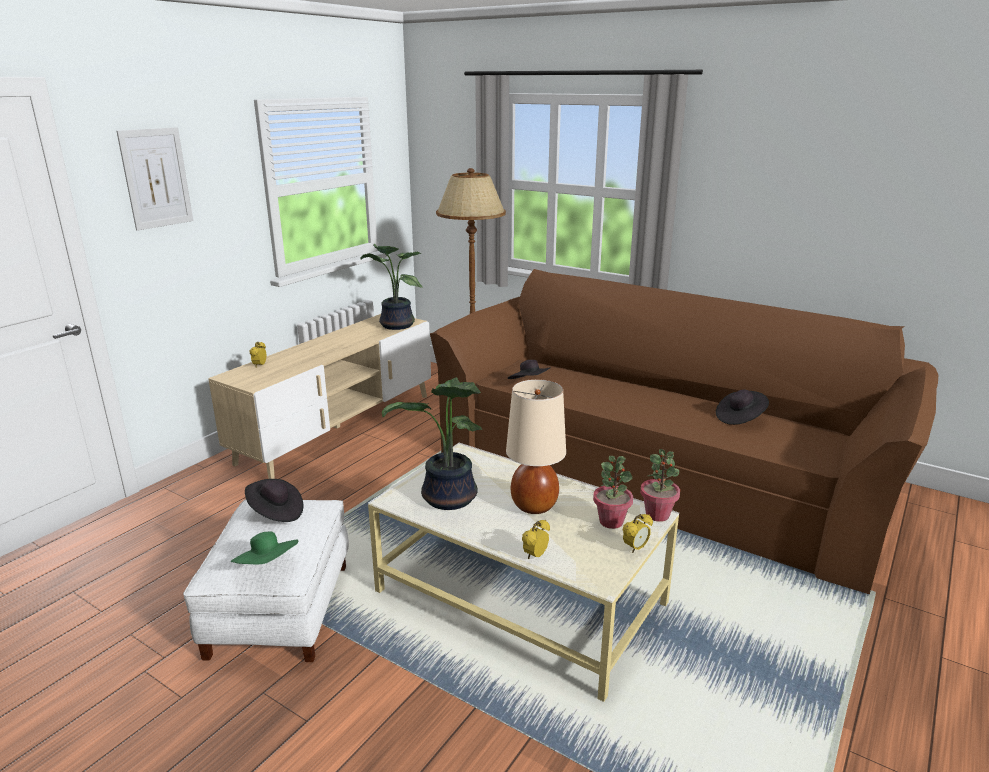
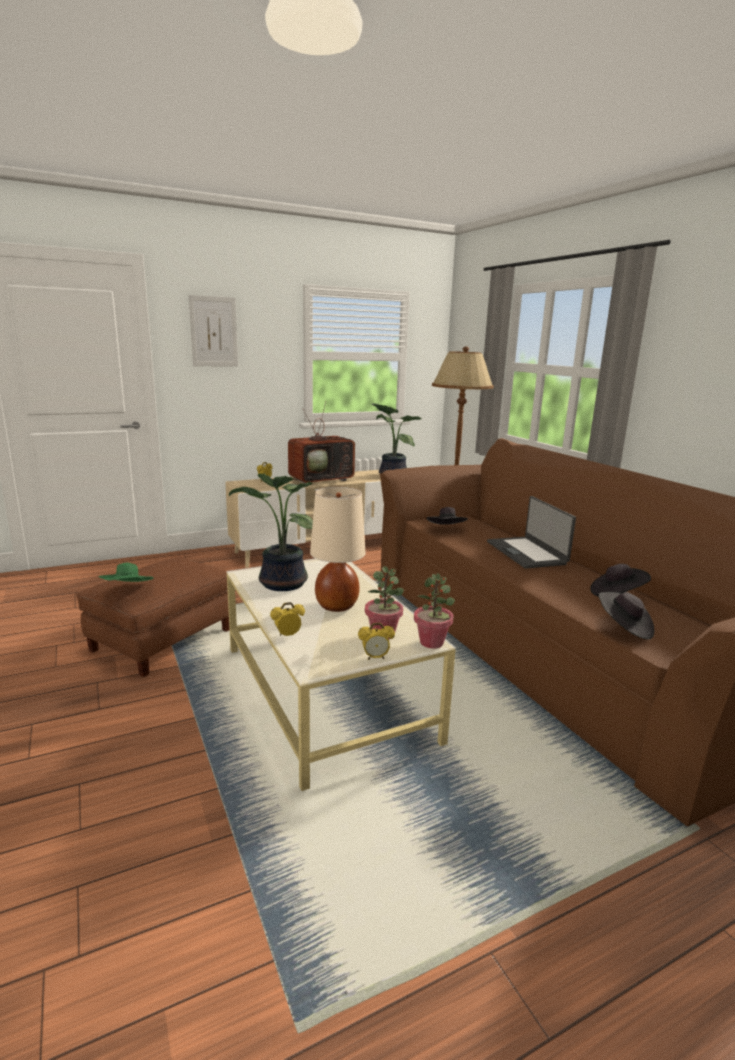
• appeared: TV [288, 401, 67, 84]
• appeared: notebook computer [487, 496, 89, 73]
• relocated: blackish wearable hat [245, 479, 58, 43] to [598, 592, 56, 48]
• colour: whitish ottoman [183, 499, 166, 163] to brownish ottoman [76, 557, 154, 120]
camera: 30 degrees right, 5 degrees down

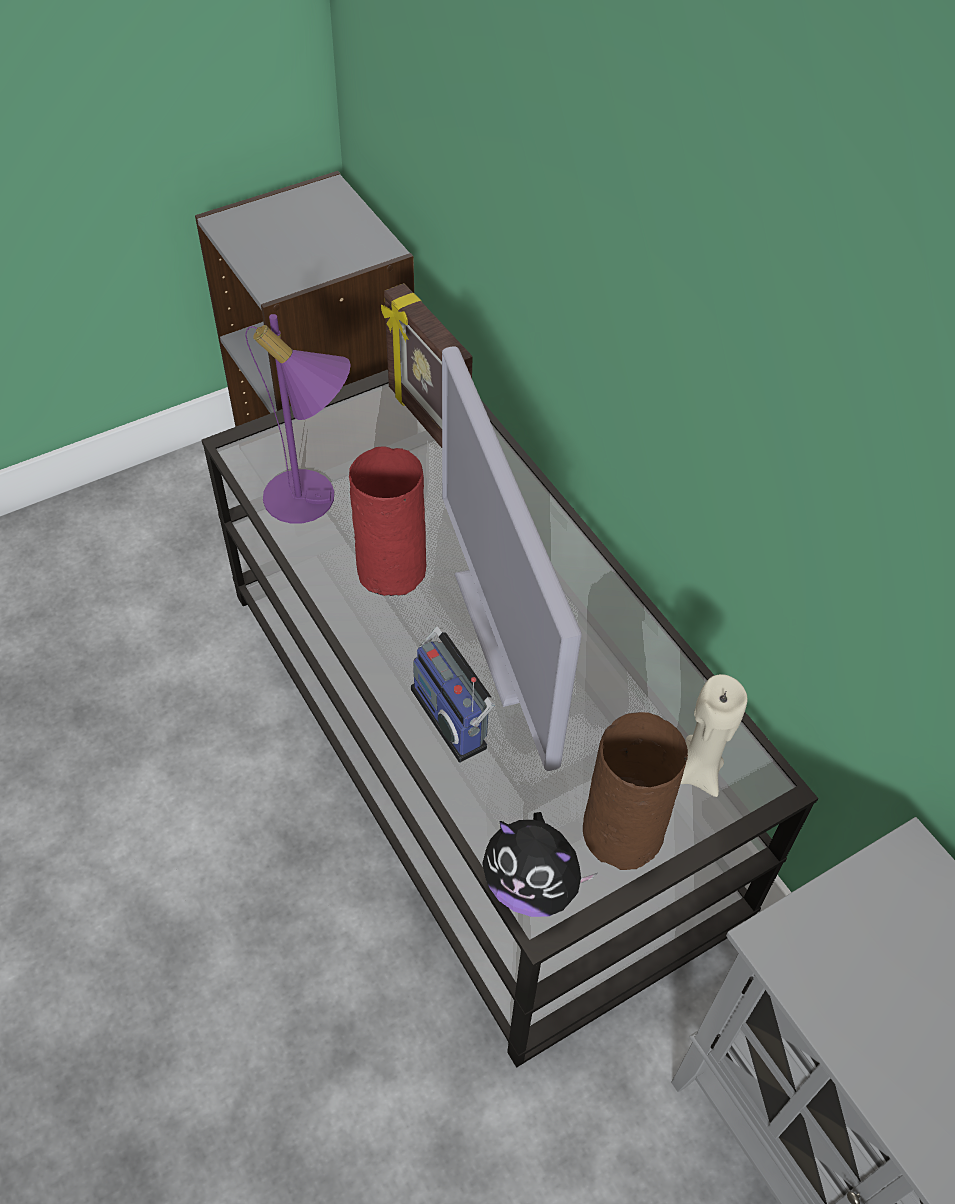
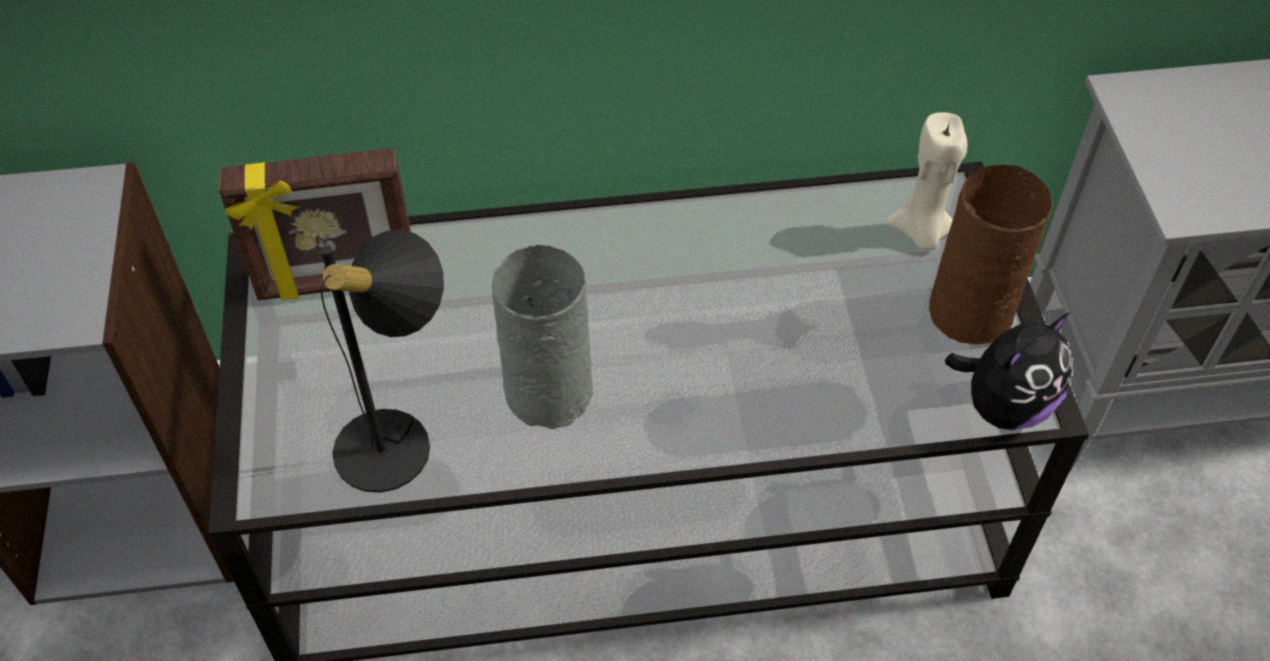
• missing: radio receiver [411, 627, 84, 135]
• missing: TV [442, 346, 140, 425]
• colour: purplish lamp for a table [245, 314, 106, 210] to blackish lamp for a table [321, 230, 123, 263]
• colour: reddish flower vase [349, 447, 78, 149] to greyish flower vase [492, 245, 101, 184]
camera: 65 degrees left, 0 degrees up

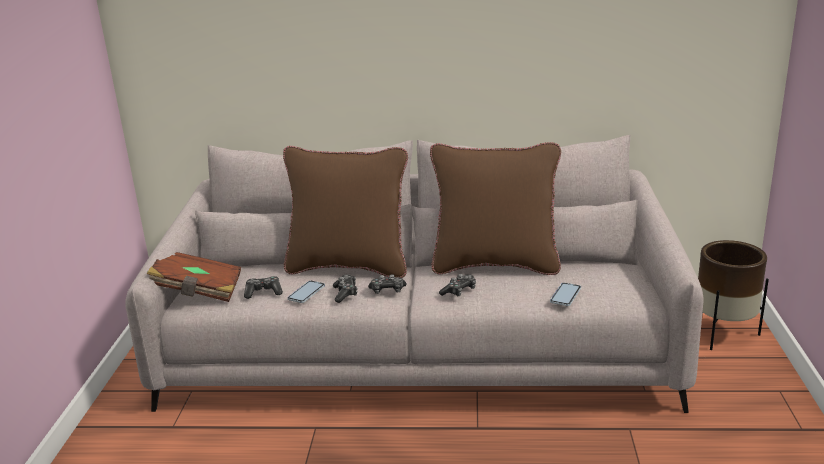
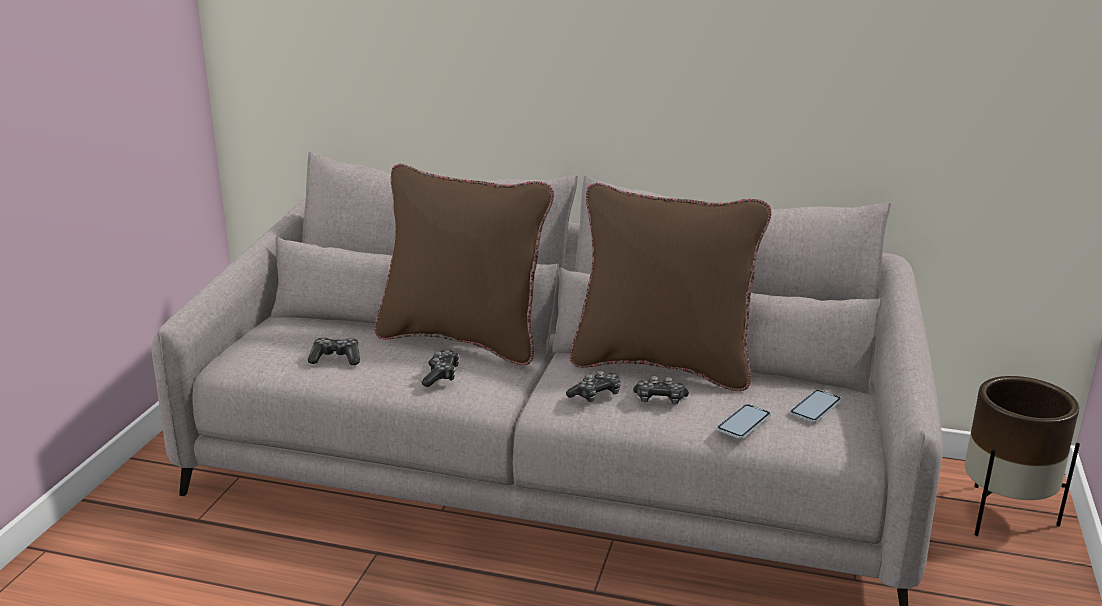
• missing: brownish book [147, 252, 94, 50]
• relocated: telephone [287, 281, 38, 22] to [790, 390, 52, 33]
• relocated: game controller [368, 274, 38, 20] to [633, 376, 56, 29]
camera: 10 degrees right, 0 degrees up

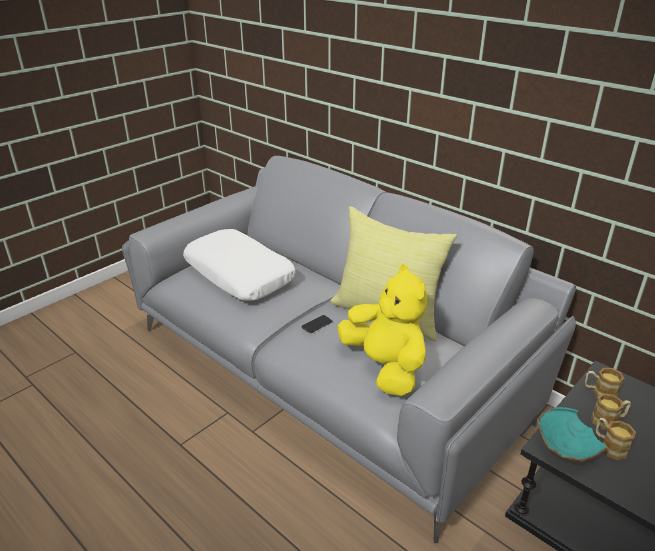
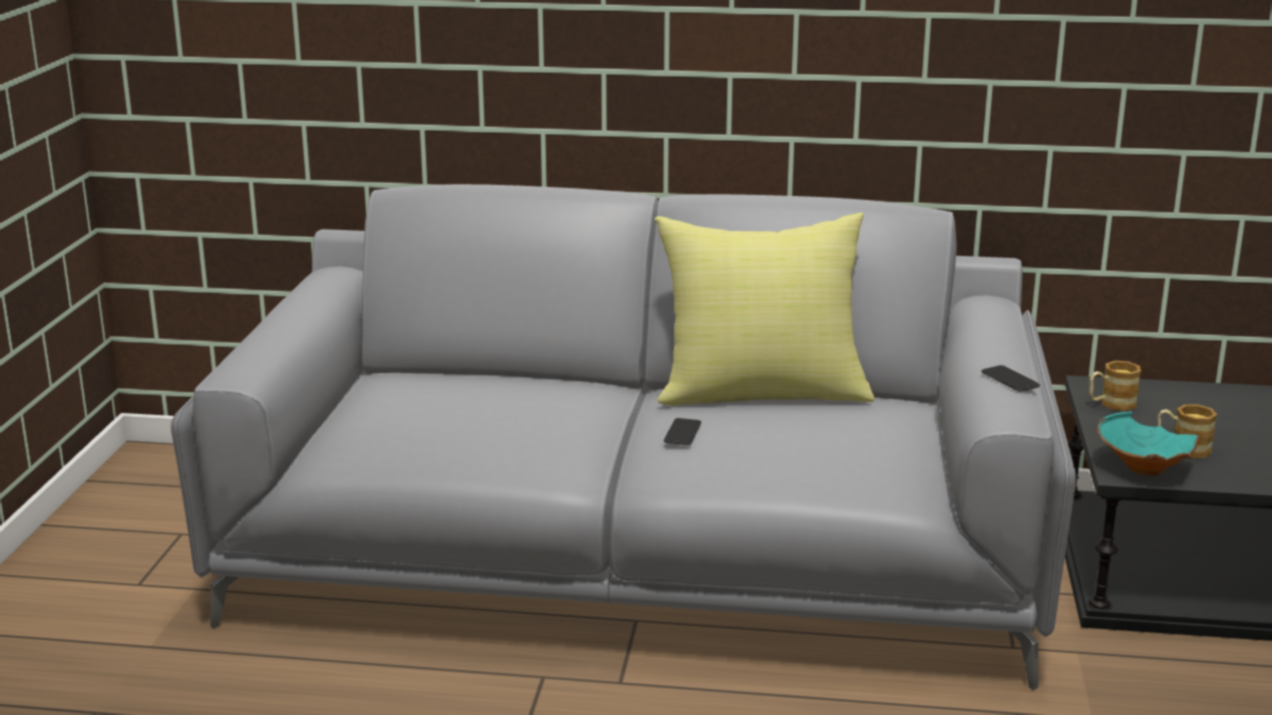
• missing: whitish throw pillow [183, 229, 112, 72]
• missing: yellow cuddly toy [337, 264, 90, 132]
• missing: coffee mug [591, 393, 40, 37]
• appeared: telephone [982, 365, 58, 27]
camera: 35 degrees left, 10 degrees down

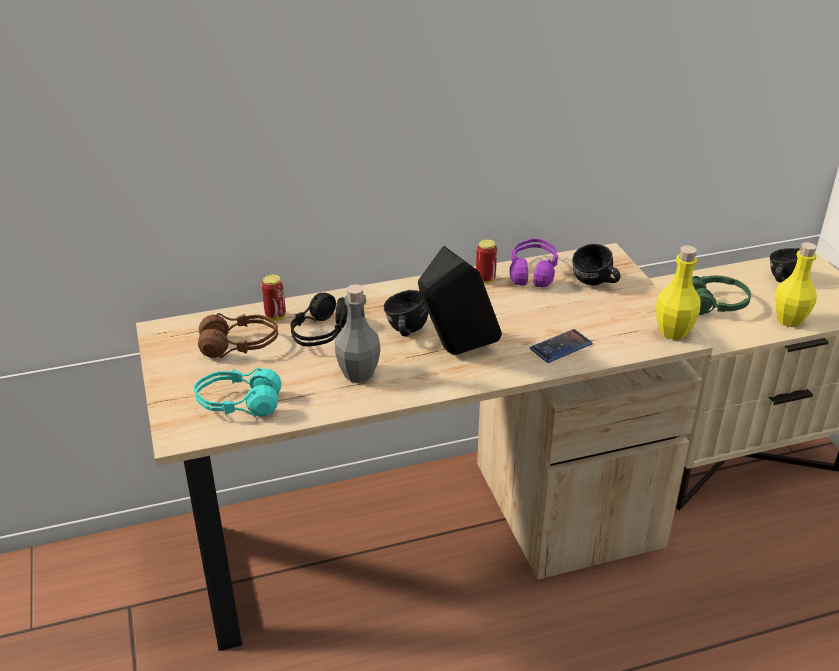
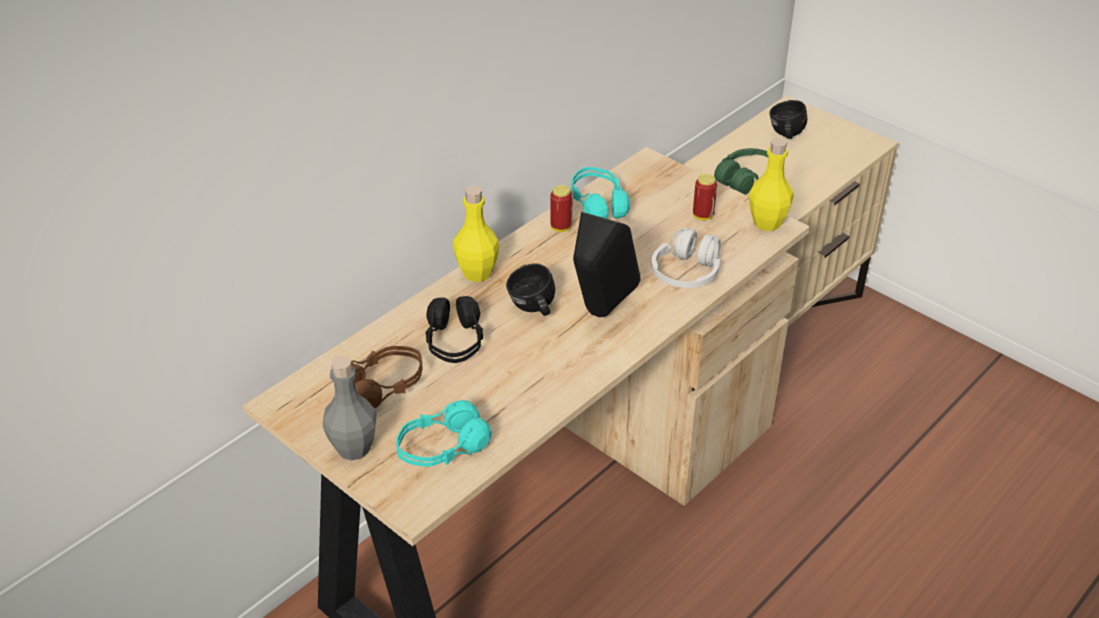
• missing: blackish coffee mug [572, 244, 49, 42]
• relocated: metal can [262, 274, 24, 47] to [693, 174, 24, 46]
• relocated: greyish beverage bottle [335, 284, 46, 99] to [323, 356, 54, 104]
• relocated: yellow beverage bottle [775, 242, 42, 85] to [453, 186, 46, 96]
• exchanged: telephone [530, 329, 62, 34] to whitish headset [651, 228, 70, 60]
• colour: purplish headset [510, 238, 48, 49] to blue-green headset [571, 167, 59, 52]
camera: 30 degrees left, 5 degrees up

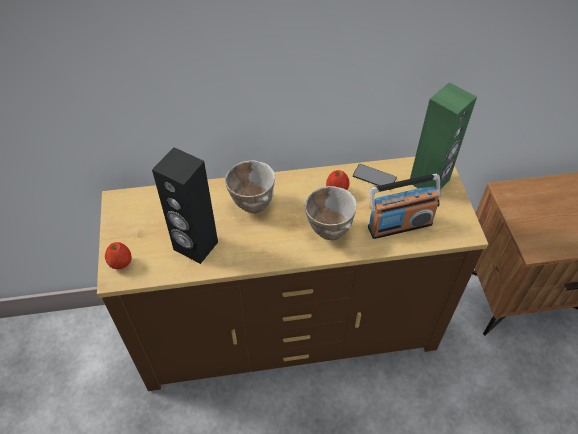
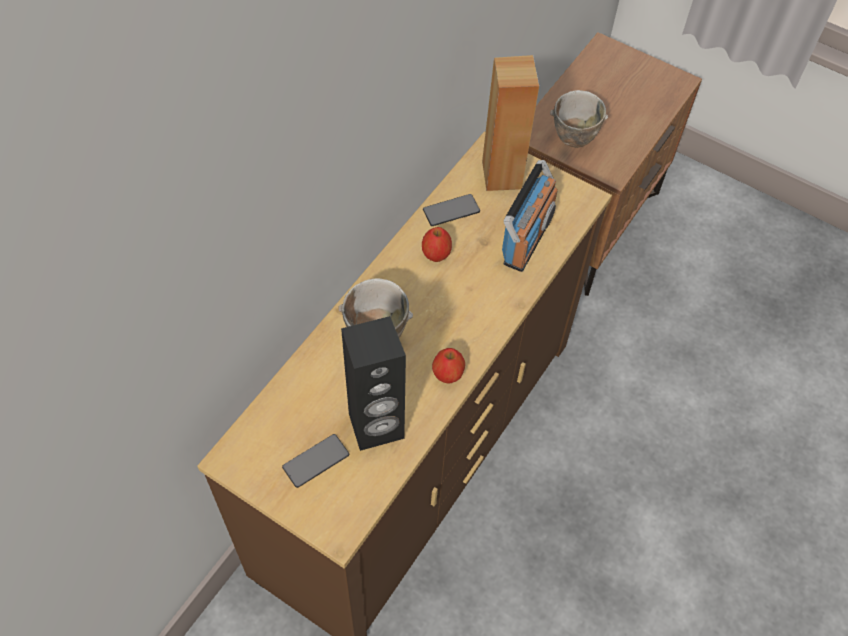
• appeared: telephone [282, 434, 67, 54]
• relocated: apple [105, 242, 27, 27] to [432, 348, 33, 36]
• relocated: serving bowl [305, 186, 52, 54] to [550, 90, 58, 58]
• colour: green loudspeaker [410, 83, 67, 106] to brownish loudspeaker [482, 55, 57, 136]
camera: 50 degrees left, 5 degrees up

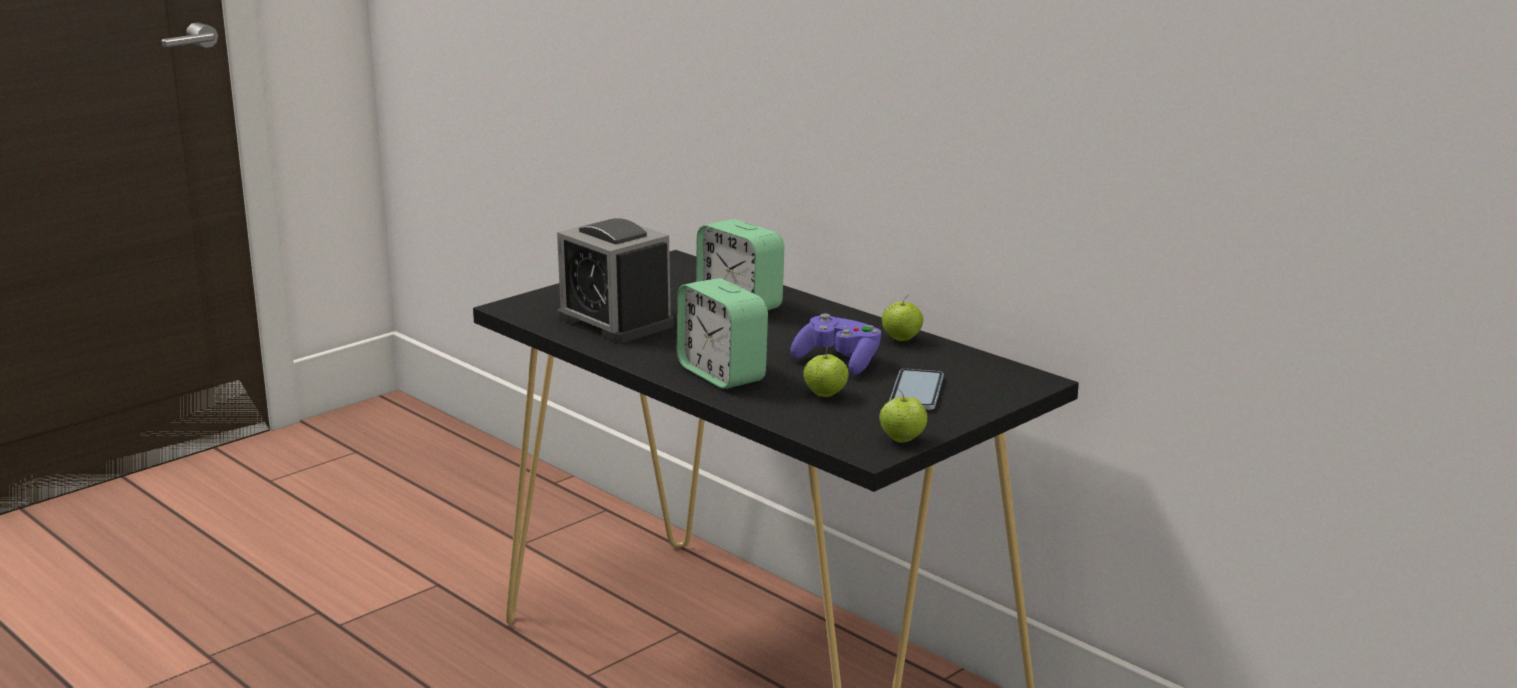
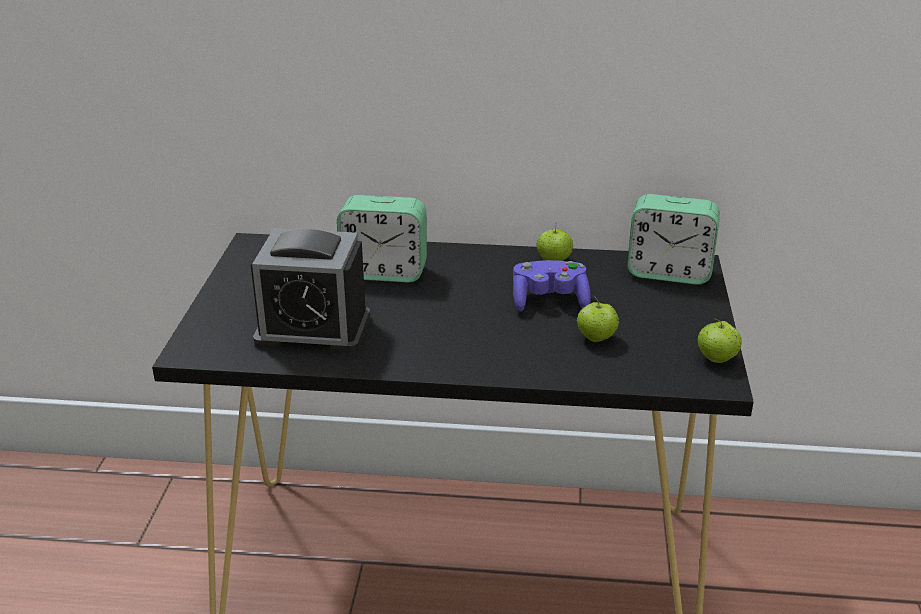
• missing: telephone [889, 369, 55, 41]
• relocated: bedside clock [677, 278, 91, 111] to [627, 194, 93, 91]
camera: 40 degrees left, 10 degrees up

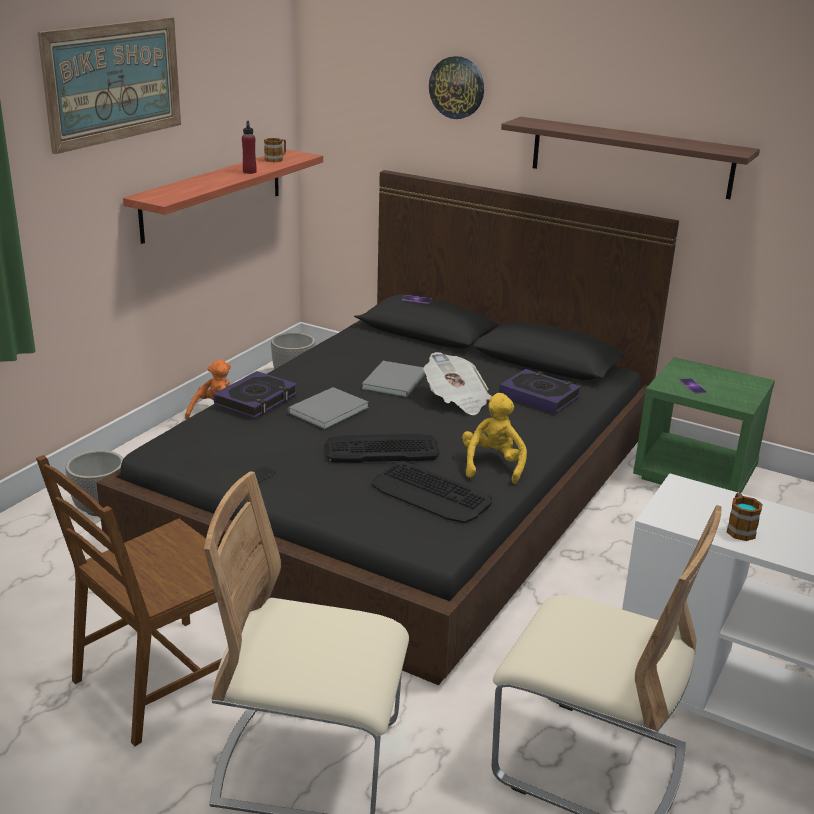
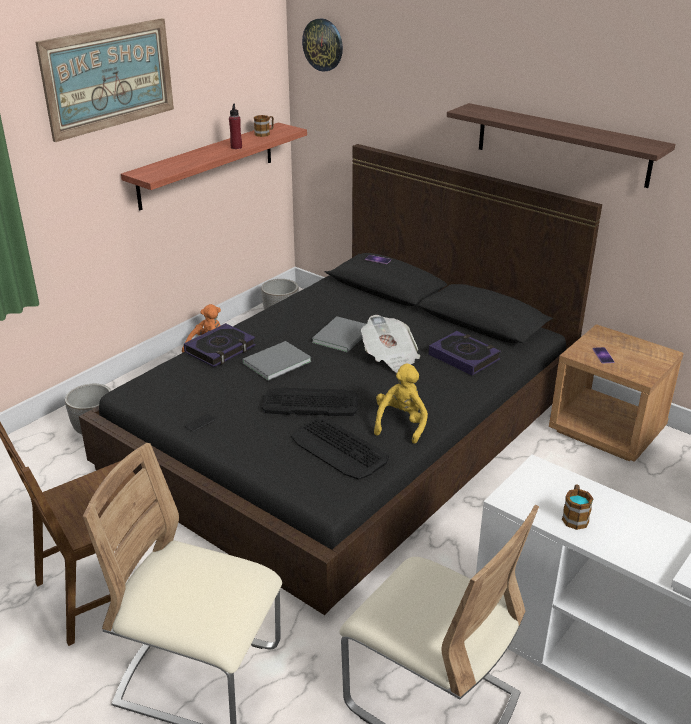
• relocated: wall clock [429, 56, 55, 63] to [302, 18, 41, 54]
• colour: green night table [633, 357, 142, 136] to brownish night table [549, 324, 135, 138]
camera: 10 degrees right, 5 degrees up

